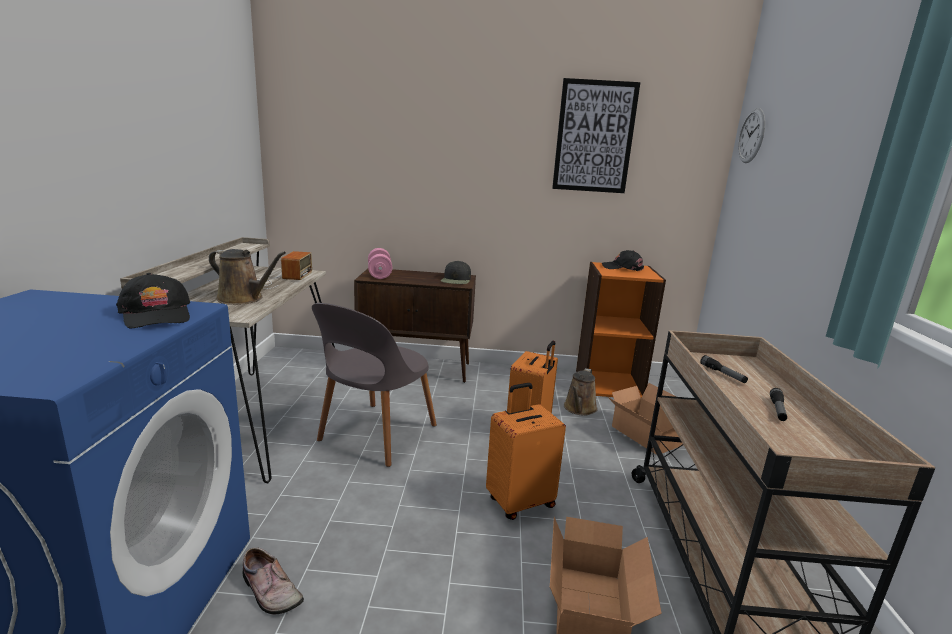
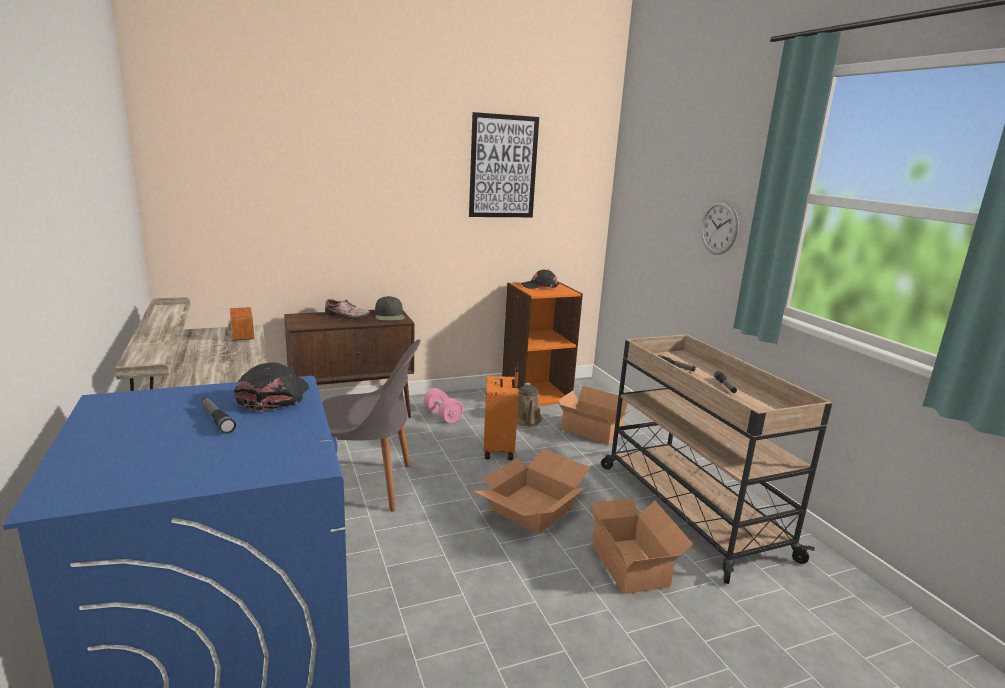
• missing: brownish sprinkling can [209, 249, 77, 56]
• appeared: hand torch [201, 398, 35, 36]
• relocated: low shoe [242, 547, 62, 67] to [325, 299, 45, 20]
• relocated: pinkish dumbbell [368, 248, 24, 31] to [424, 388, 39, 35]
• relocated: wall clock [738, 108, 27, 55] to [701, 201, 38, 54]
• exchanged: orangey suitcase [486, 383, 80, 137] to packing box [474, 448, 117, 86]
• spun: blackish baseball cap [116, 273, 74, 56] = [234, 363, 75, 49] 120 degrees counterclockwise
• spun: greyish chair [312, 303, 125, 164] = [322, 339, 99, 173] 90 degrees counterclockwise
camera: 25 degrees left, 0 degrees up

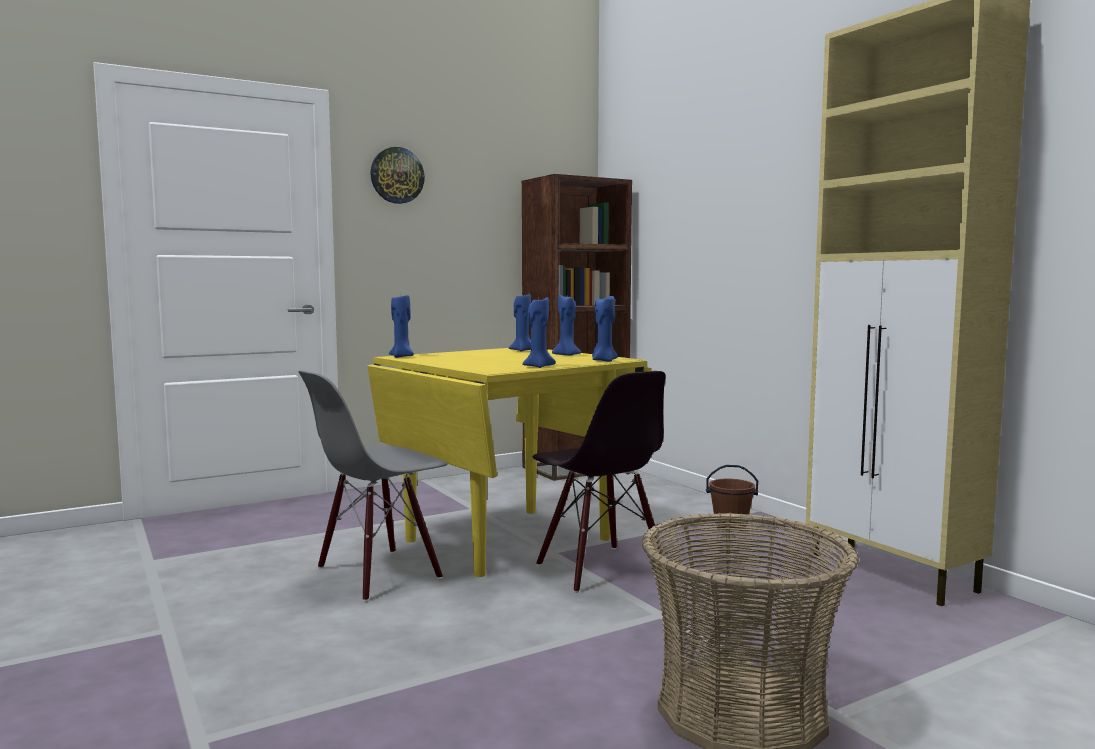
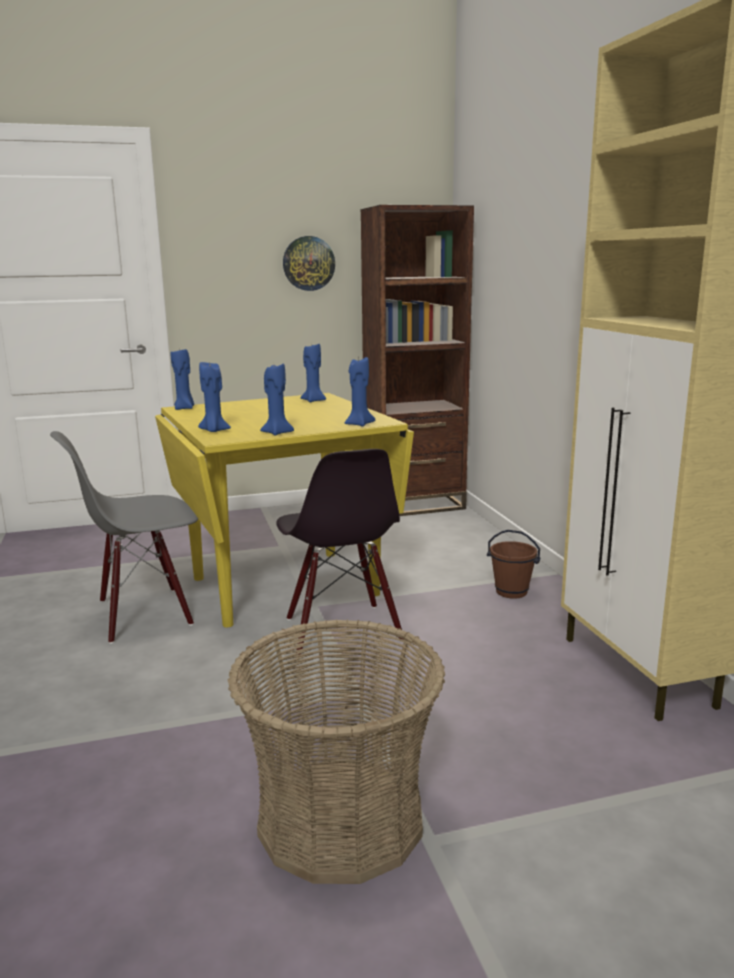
• relocated: wall clock [371, 147, 54, 57] to [283, 236, 52, 55]
• relocated: blue wax light [552, 295, 29, 61] to [198, 362, 33, 70]
camera: 15 degrees right, 10 degrees up

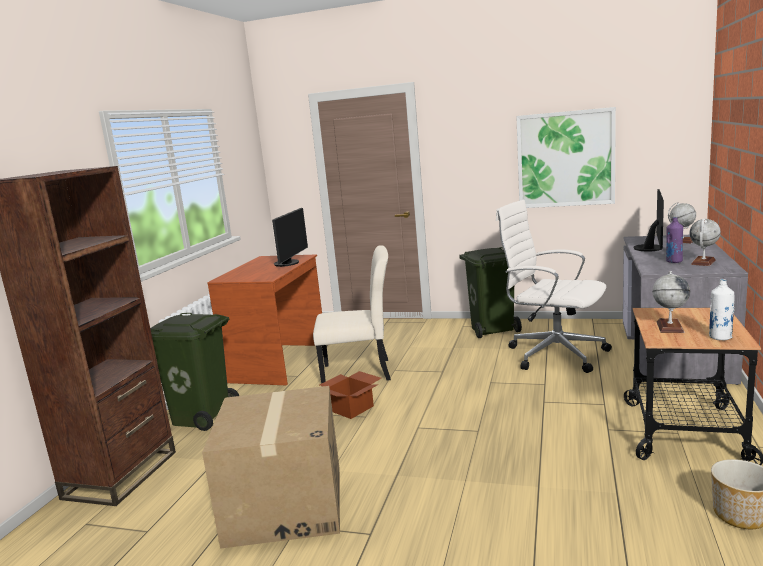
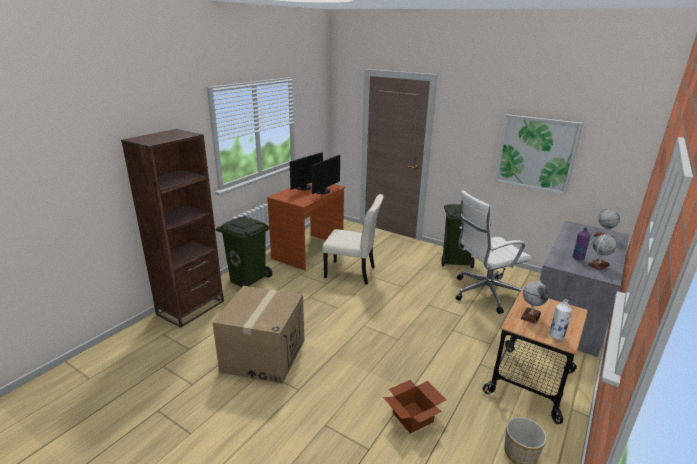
• relocated: packing box [320, 371, 61, 48] to [383, 380, 64, 54]
• relocated: computer display [634, 189, 30, 62] to [290, 152, 33, 38]
• spun: whitish desk chair [496, 200, 116, 173] = [455, 190, 77, 124] 75 degrees counterclockwise
camera: 15 degrees right, 10 degrees up

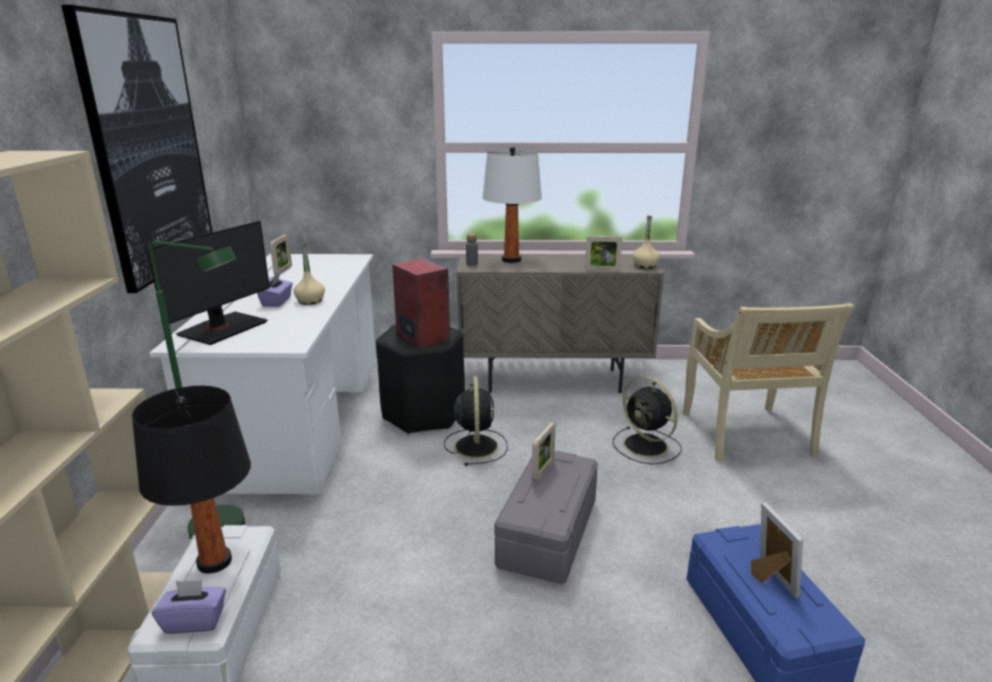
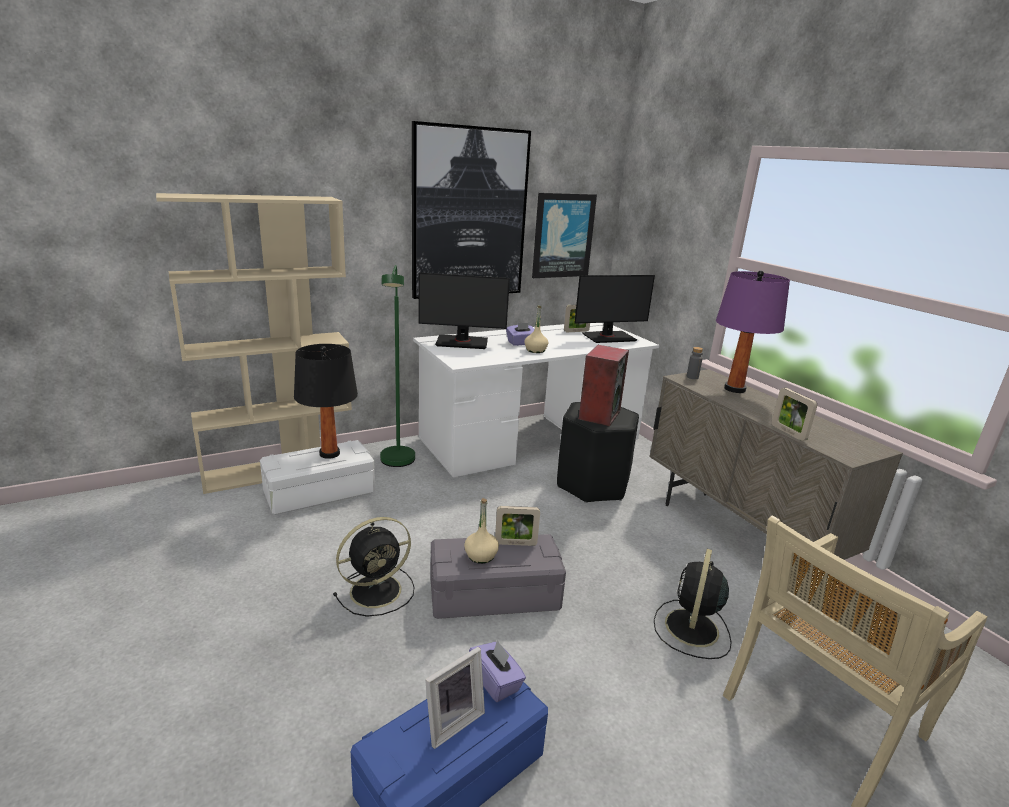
• appeared: picture [532, 193, 65, 85]
• appeared: computer display [575, 275, 80, 68]
• relocated: purplish tissue box [152, 580, 74, 54] to [469, 640, 57, 62]
• relocated: blackish fan [444, 376, 64, 90] to [333, 517, 81, 100]
• relocated: beige-coloured beverage bottle [632, 215, 28, 54] to [464, 498, 35, 66]
• colour: whitish lamp for a table [483, 147, 59, 116] to purplish lamp for a table [716, 270, 74, 123]
camera: 60 degrees right, 0 degrees up

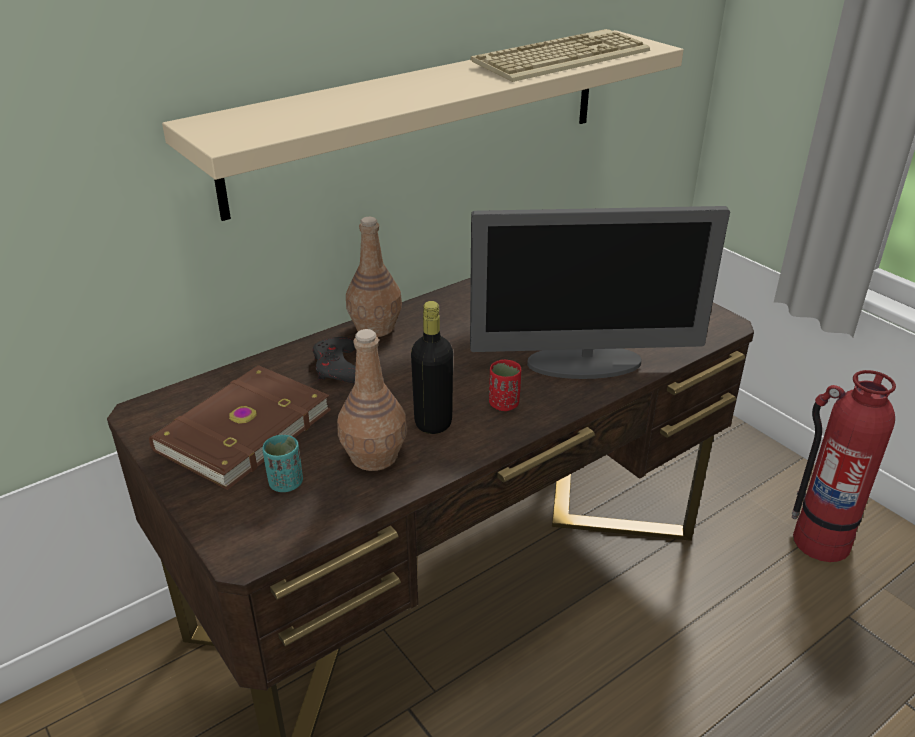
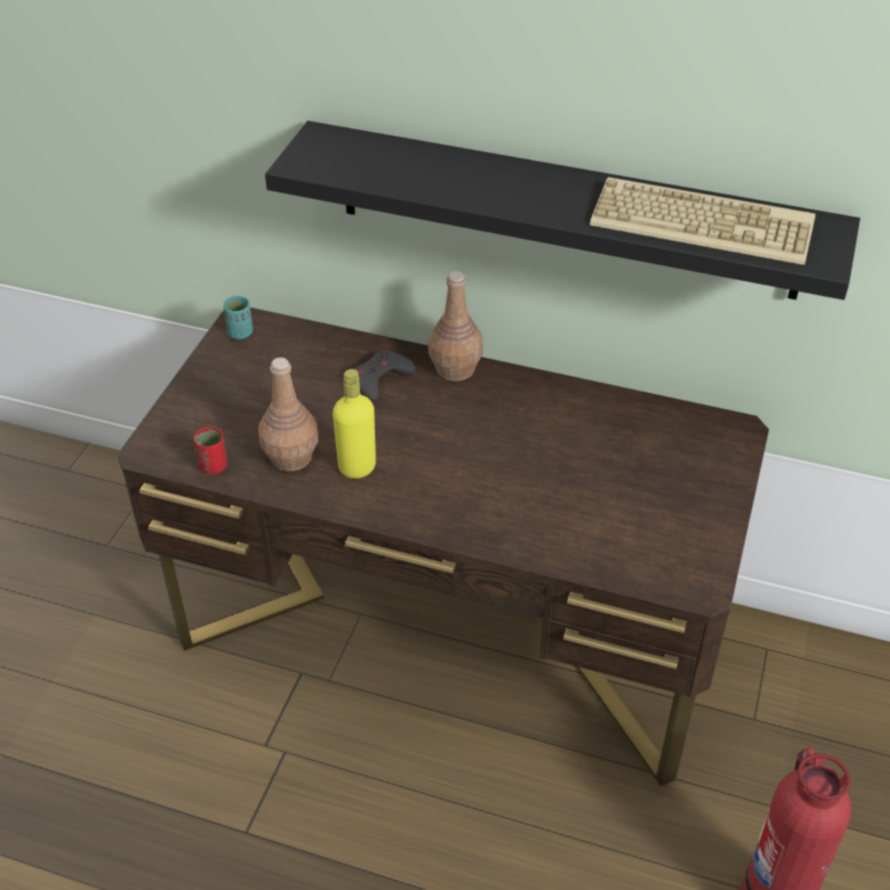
• missing: brownish book [149, 365, 182, 125]
• missing: computer display [470, 206, 260, 173]
• relocated: blue-green small cup [262, 435, 41, 57] to [223, 296, 30, 43]
• relocated: reddish small cup [489, 360, 32, 51] to [193, 427, 35, 47]
• colour: beige-coloured shelf [162, 30, 521, 191] to blackish shelf [265, 121, 595, 179]
• colour: blackish beverage bottle [411, 301, 42, 133] to yellow beverage bottle [333, 369, 43, 110]
camera: 55 degrees right, 10 degrees up

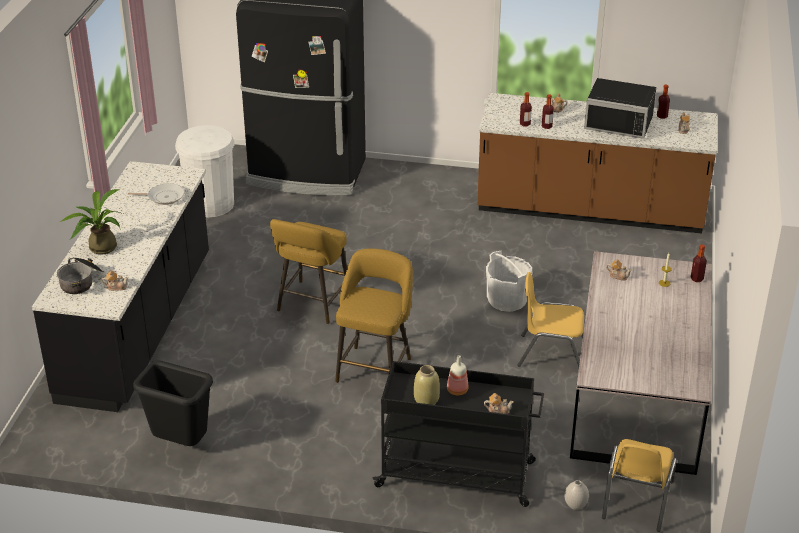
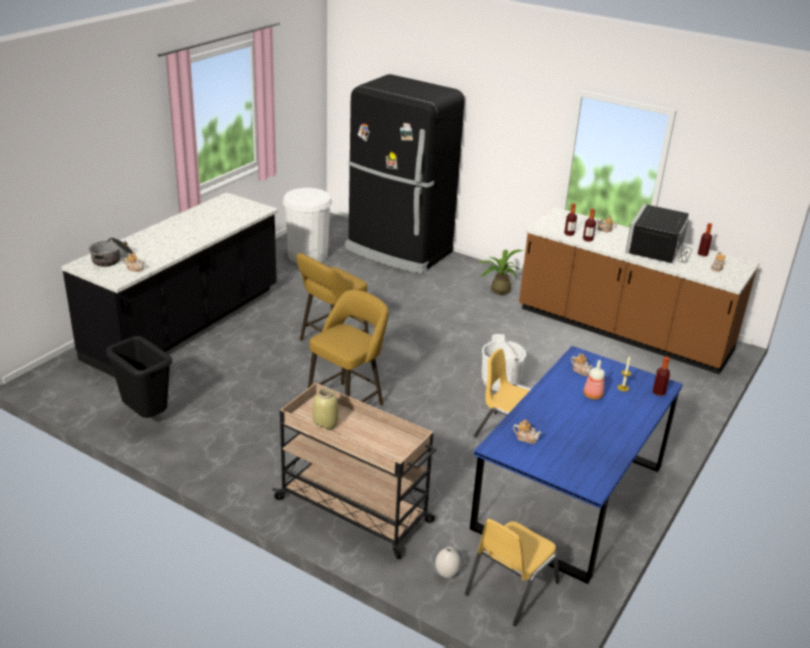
• missing: skillet [128, 183, 56, 22]
• relocated: potted plant [59, 189, 64, 66] to [478, 250, 46, 45]
• relocated: beverage bottle [447, 355, 22, 40] to [583, 360, 22, 40]
• relocated: teapot [484, 393, 29, 21] to [513, 420, 28, 24]
• colour: blackish cart [372, 361, 172, 146] to beige-coloured cart [273, 383, 164, 176]
• colour: greyish dinner table [570, 251, 142, 224] to blue dinner table [470, 346, 213, 238]
• spun: blackish microwave [584, 78, 72, 61] = [625, 204, 67, 59] 75 degrees clockwise
camera: 20 degrees right, 5 degrees down

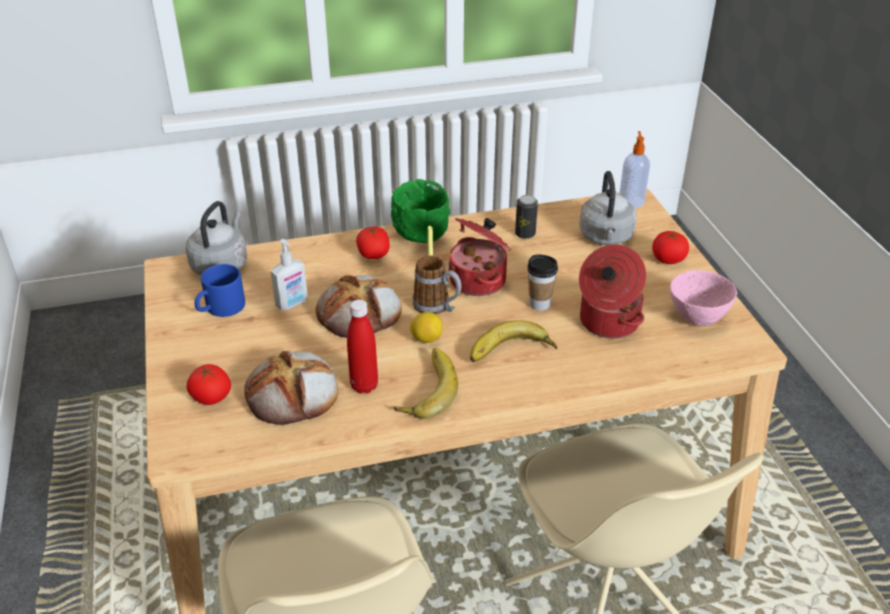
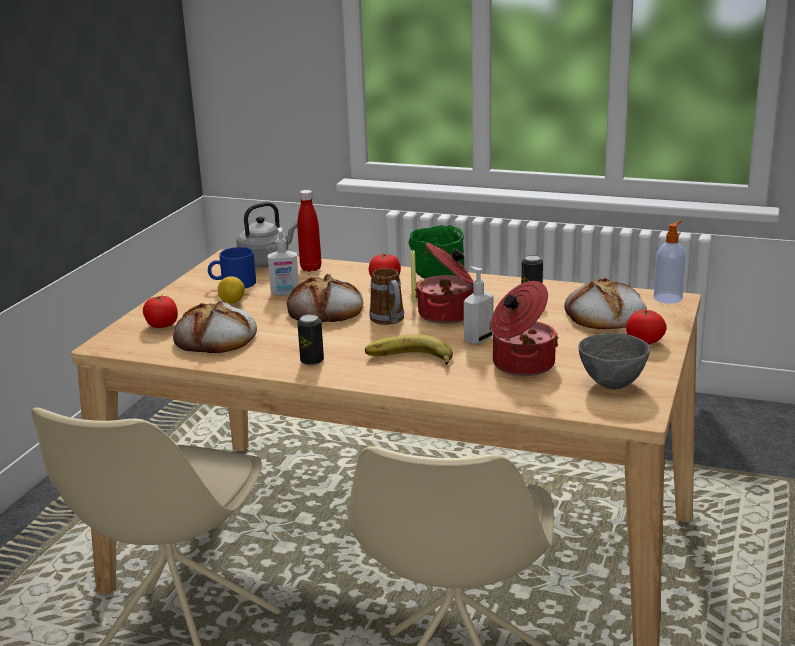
• relocated: reddish beverage bottle [347, 299, 31, 95] to [297, 190, 24, 82]
• relocated: citrus fruit [410, 312, 33, 31] to [218, 276, 27, 28]
• exchanged: banana fruit [394, 348, 64, 71] to metal can [297, 314, 27, 51]
• exchanged: small cup [527, 255, 31, 56] to liquid soap bottle [464, 266, 29, 79]
• exchanged: greyish water kettle [579, 171, 58, 74] to baked bread [564, 278, 83, 51]
• colour: pinkish serving bowl [670, 270, 67, 56] to greyish serving bowl [578, 333, 72, 56]
camera: 35 degrees right, 15 degrees down

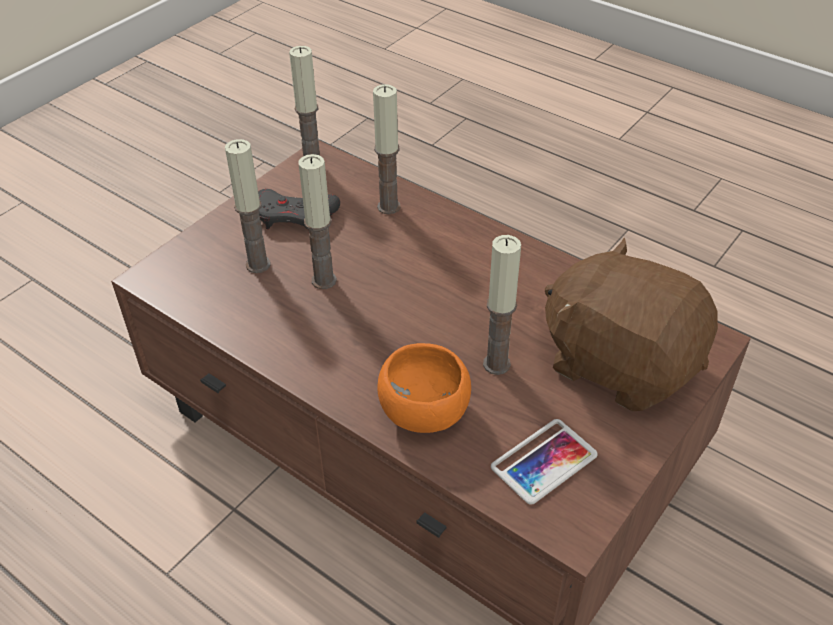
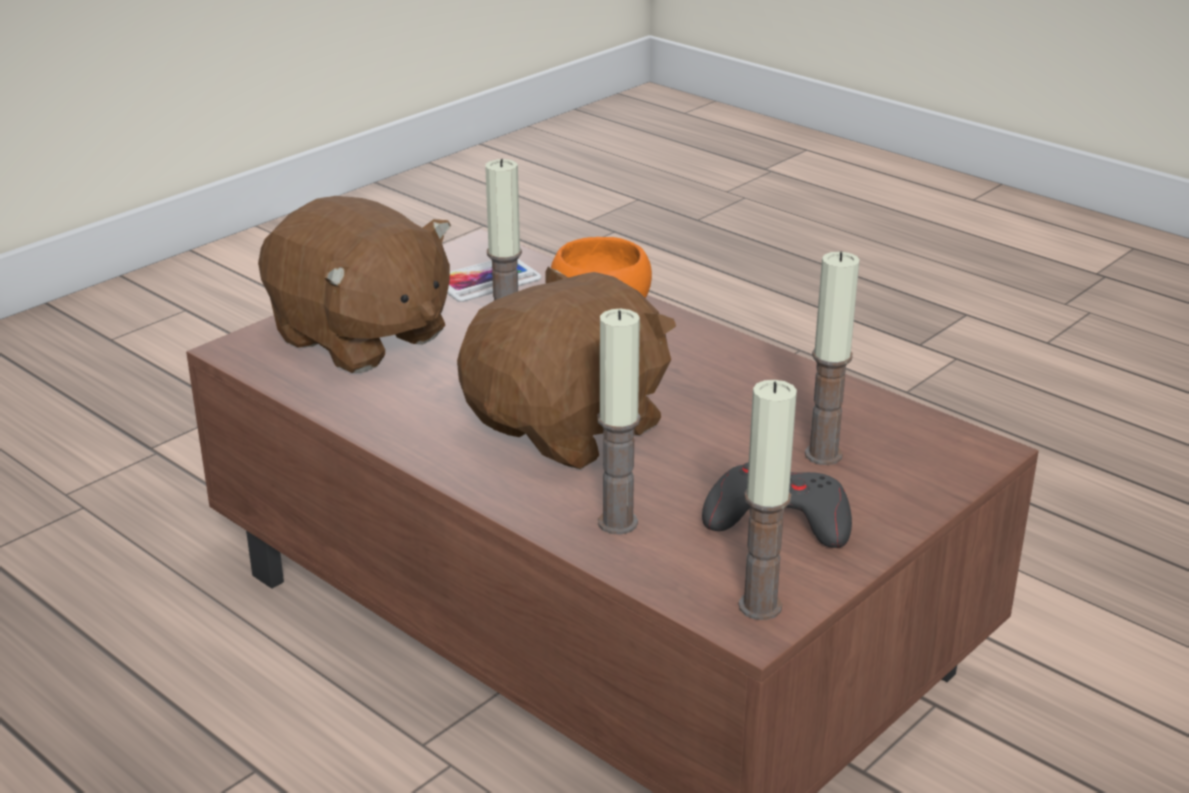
• missing: wax light [299, 154, 38, 135]
• appeared: brownish cuddly toy [457, 267, 219, 202]
camera: 175 degrees left, 15 degrees down

